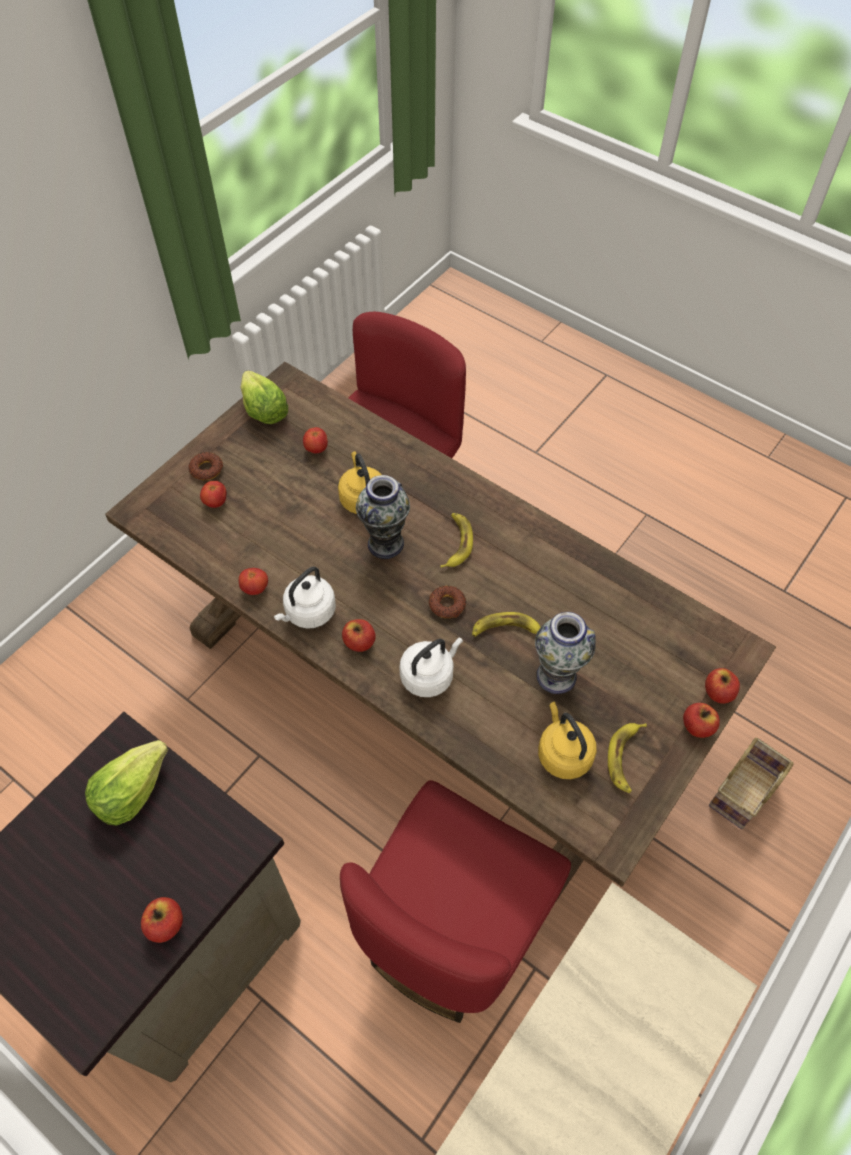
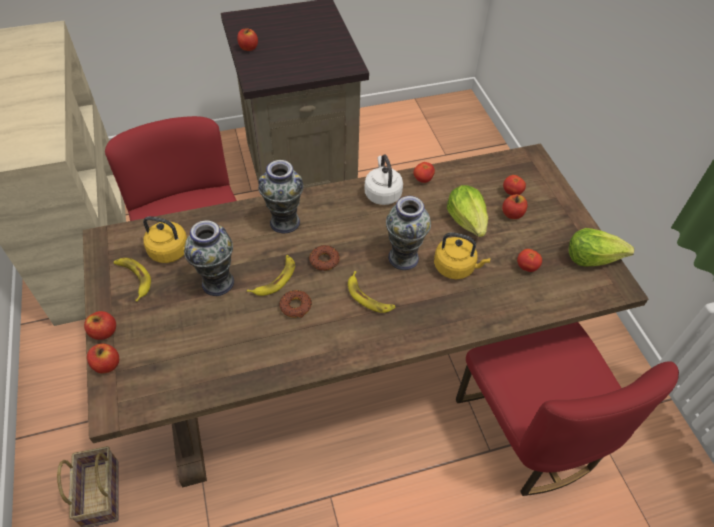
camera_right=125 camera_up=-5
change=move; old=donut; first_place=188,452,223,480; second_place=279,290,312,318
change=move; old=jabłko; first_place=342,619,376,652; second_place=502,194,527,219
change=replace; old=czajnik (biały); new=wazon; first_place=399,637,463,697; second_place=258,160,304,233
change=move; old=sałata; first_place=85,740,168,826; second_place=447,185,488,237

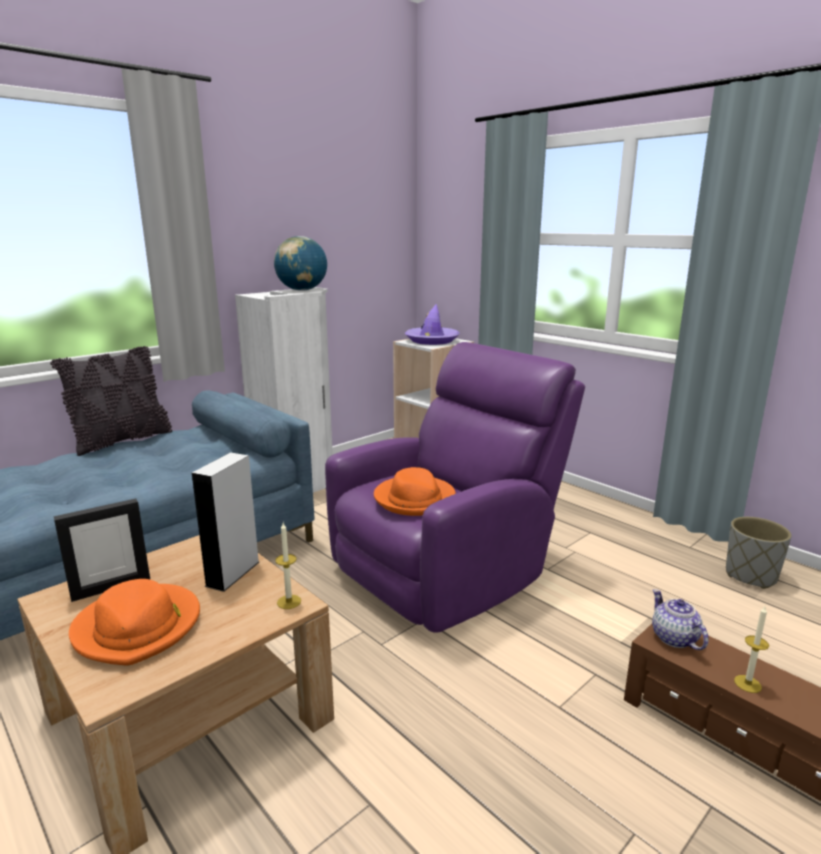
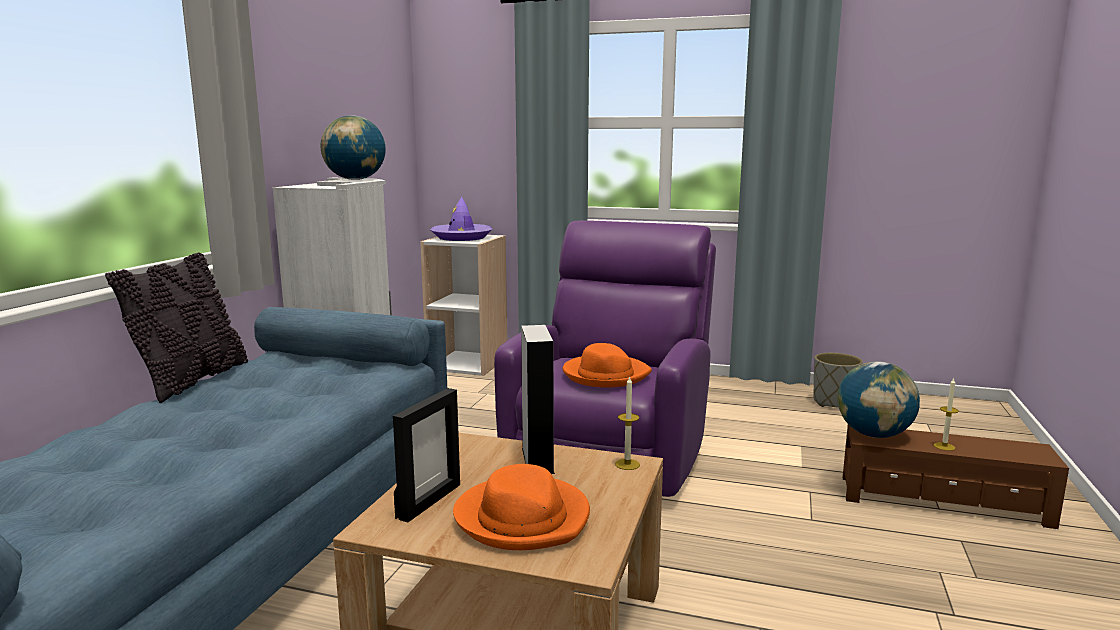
camera_right=-30 camera_up=-5
change=replace; old=imbryk; new=globus; first_place=652,589,709,650; second_place=837,361,920,438

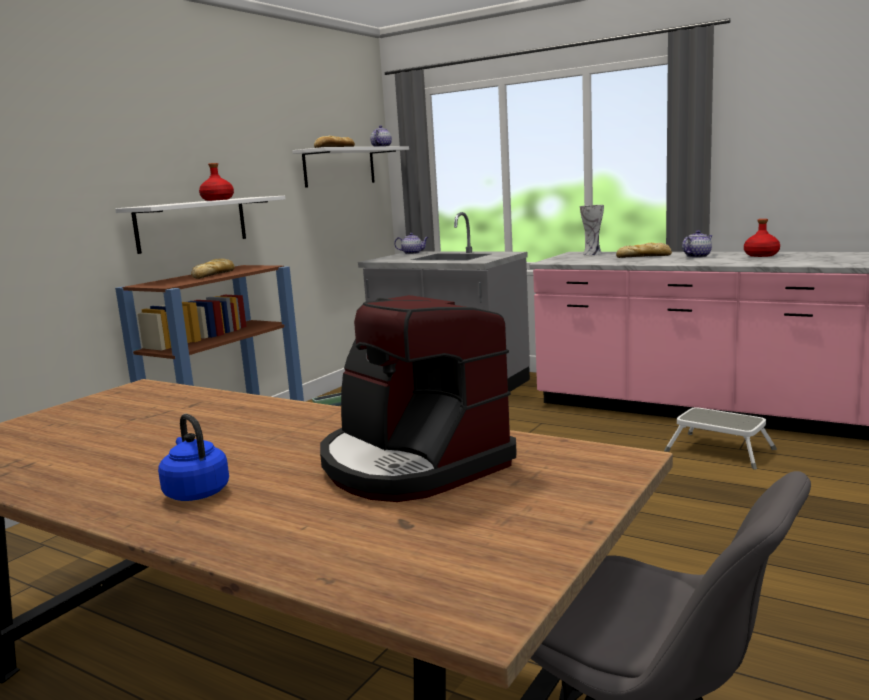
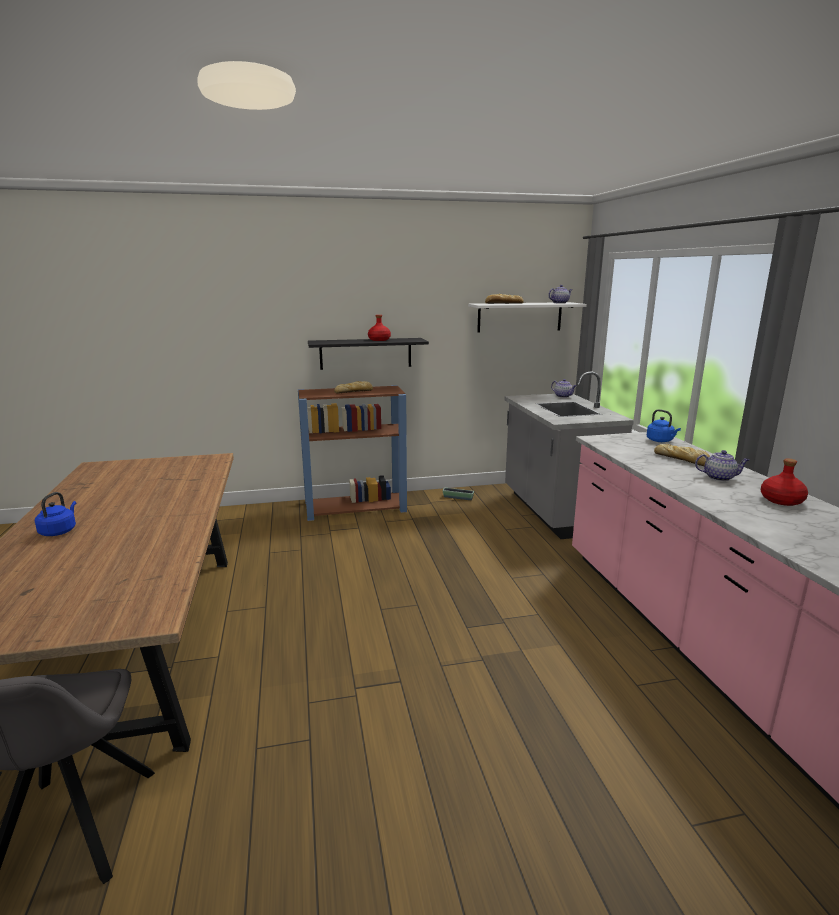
camera_right=45 camera_up=5
change=recolor; old=półka (biały); new=półka (czarny); first_place=115,196,285,254; second_place=308,338,429,370
change=replace; old=wazon; new=czajnik (niebieski); first_place=580,205,604,255; second_place=647,409,681,442
change=delete; old=ekspres do kawy; first_place=320,295,516,502
change=delete; old=drabinka (szary); first_place=664,407,777,469

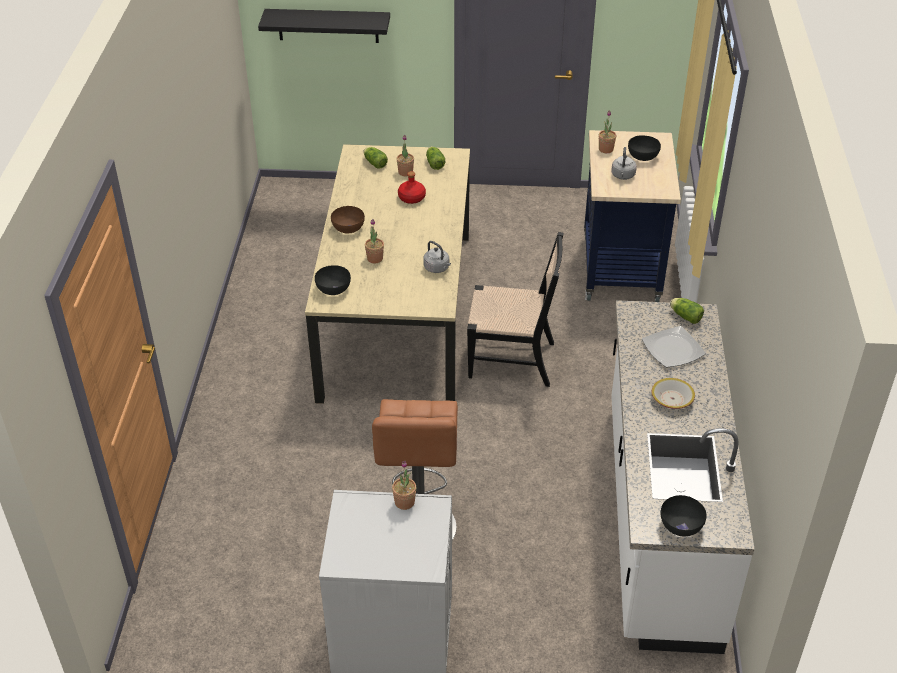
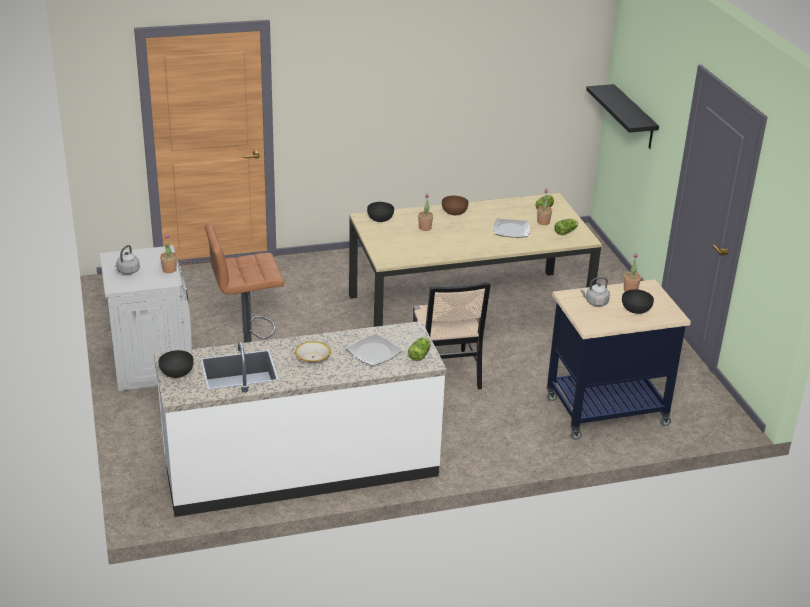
camera_right=70 camera_up=-10
change=replace; old=butelka (czerwony); new=talerz; first_place=398,171,426,204; second_place=494,219,530,238
change=move; old=czajnik (szary); first_place=423,241,451,273; second_place=115,245,140,274

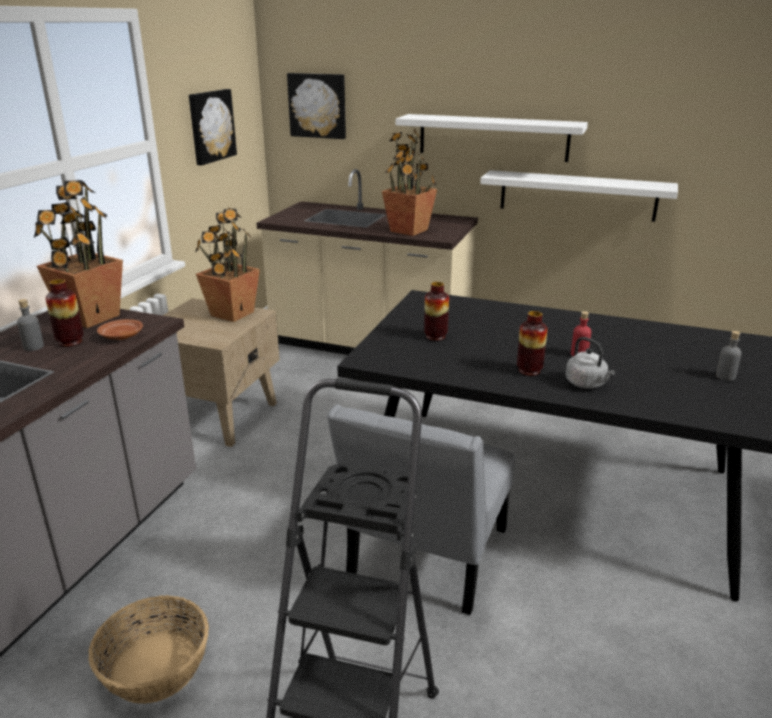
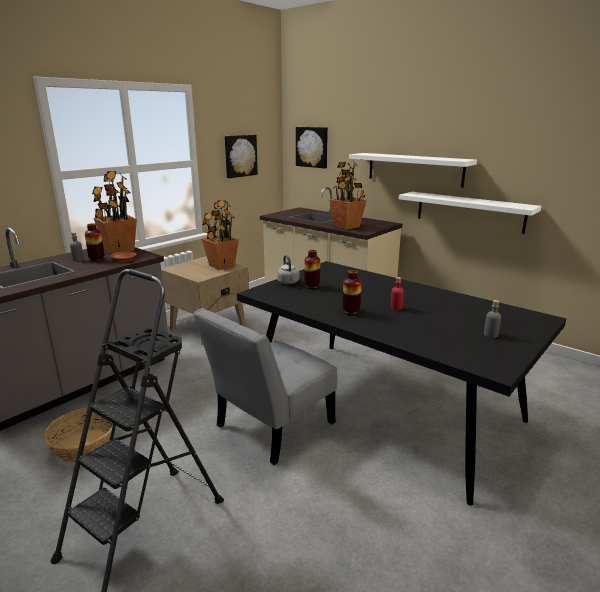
camera_right=20 camera_up=-5
change=move; old=czajnik (szary); first_place=566,337,615,389; second_place=277,255,299,284

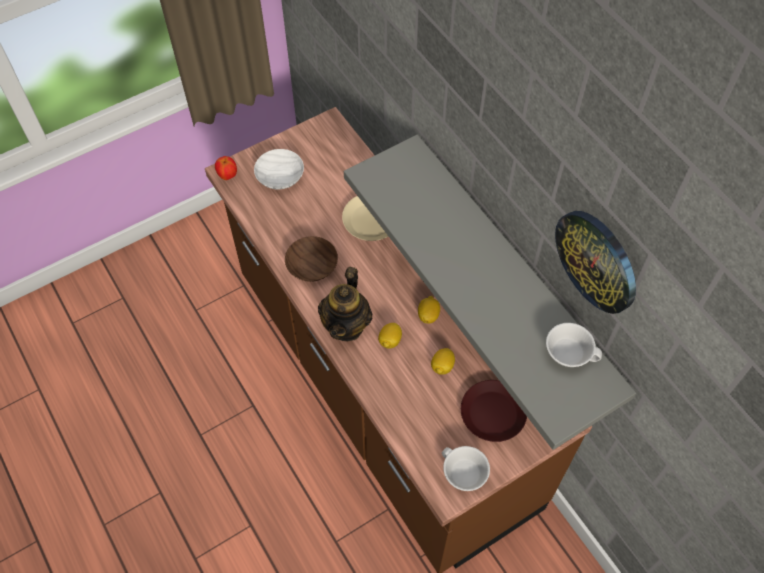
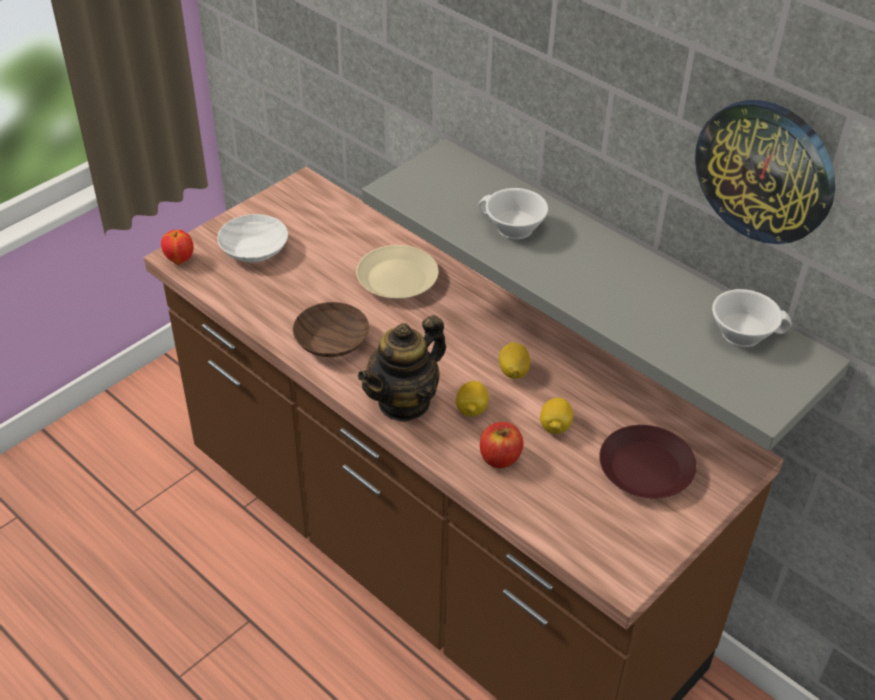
camera_right=-15 camera_up=-15
change=rotate; old=imbryk; first_place=318,267,373,341; second_place=358,315,446,422; degrees=45
change=move; old=filiżanka (biały); first_place=442,446,490,491; second_place=479,188,548,239
change=insert; new=jabłko; second_place=480,422,523,468

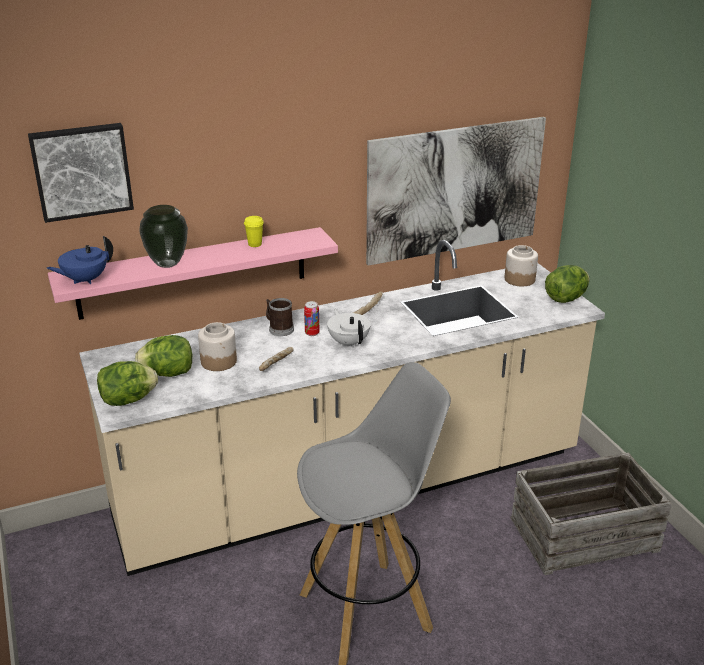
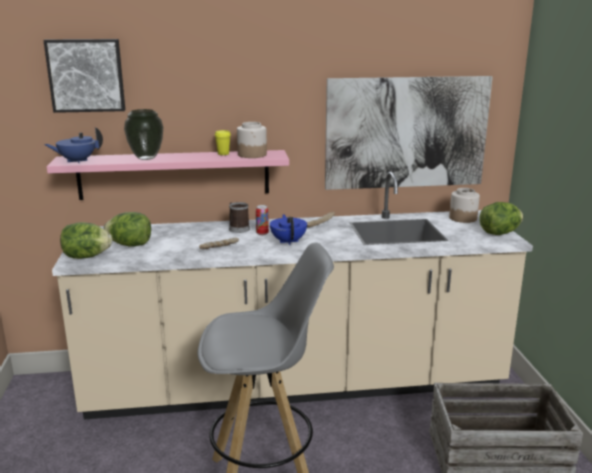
camera_right=15 camera_up=-10
change=recolor; old=imbryk (biały); new=imbryk (niebieski); first_place=327,309,371,348; second_place=270,214,307,245
change=move; old=słoik; first_place=198,322,237,371; second_place=237,122,267,158

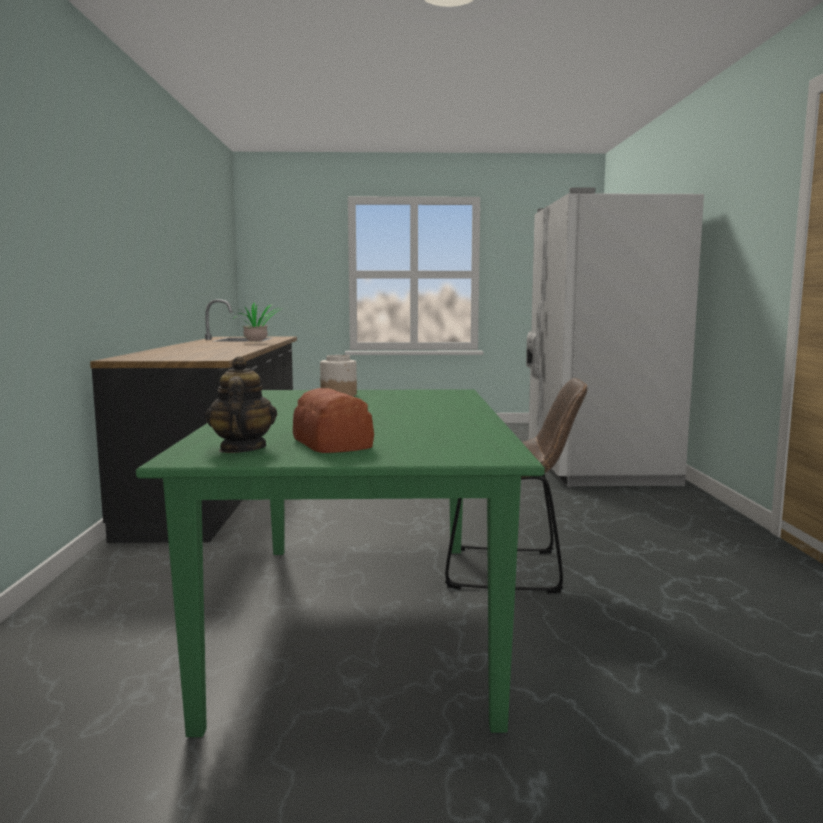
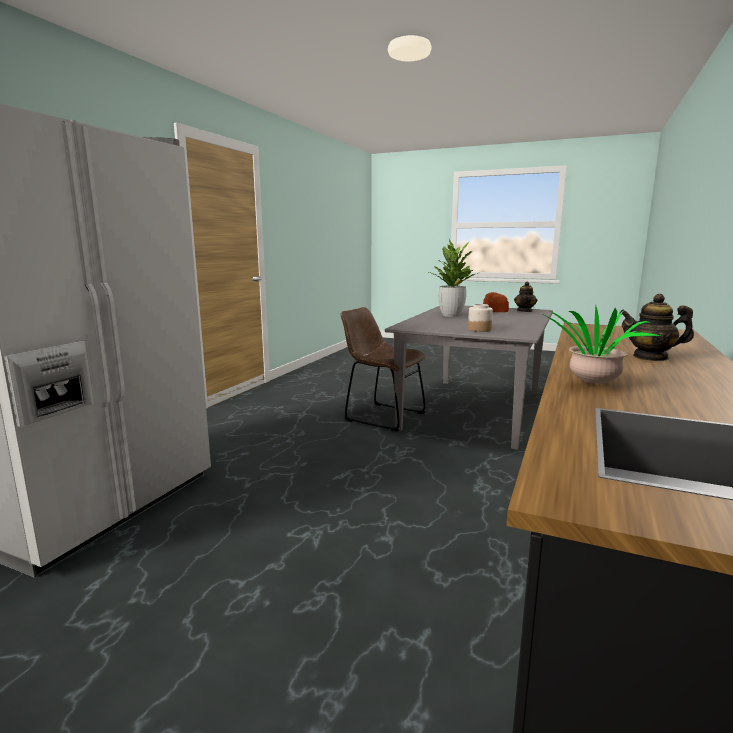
camera_right=-155 camera_up=5
change=recolor; old=stół jadalny (zielony); new=stół jadalny (szary); first_place=136,389,545,737; second_place=385,306,553,450
change=insert; new=roślina doniczkowa; second_place=429,239,480,317
change=insert; new=imbryk; second_place=619,294,694,361

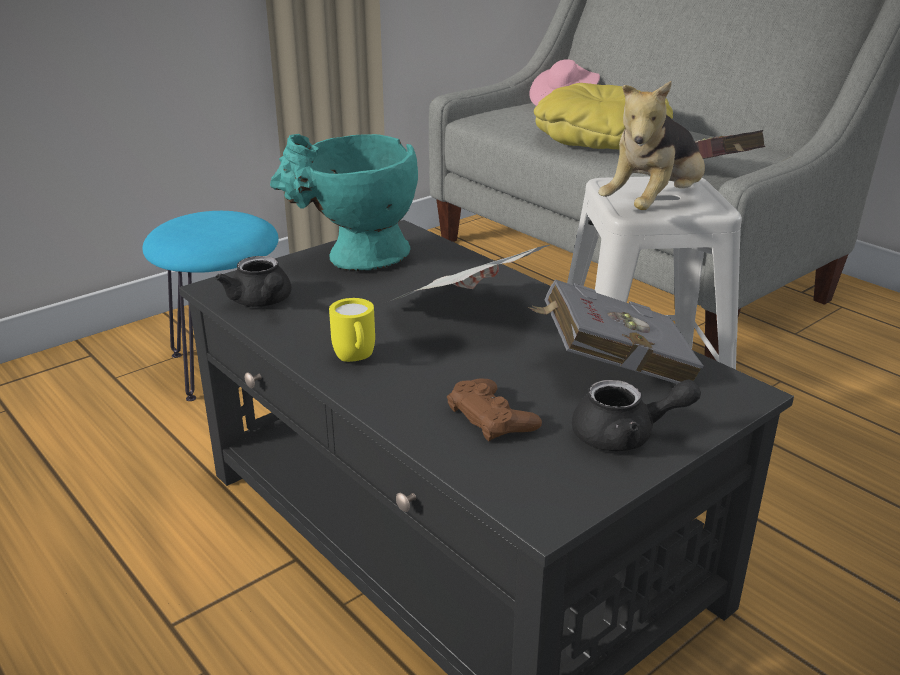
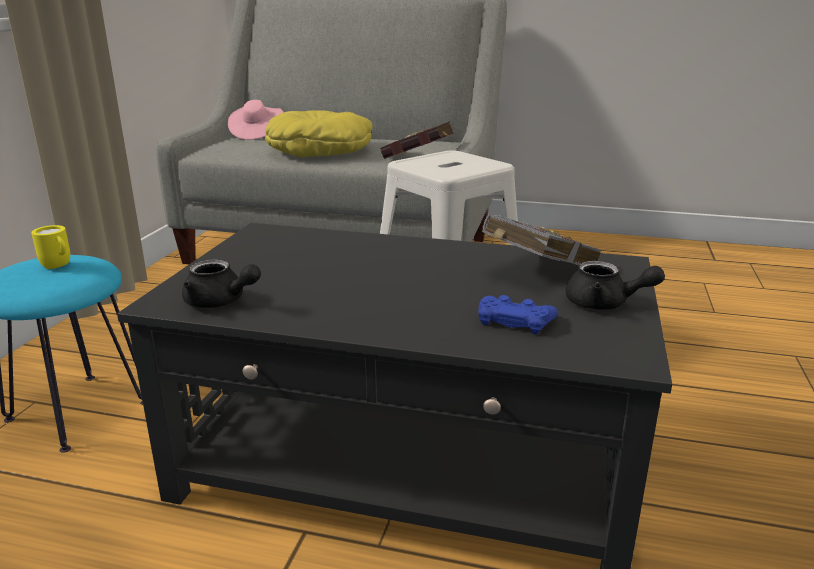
camera_right=-35 camera_up=-5
change=delete; old=pluszak; first_place=598,80,705,210
change=delete; old=wazon (turkusowy); first_place=270,134,418,271
change=delete; old=gazeta; first_place=387,245,550,302
change=move; old=kubek (żółty); first_place=329,298,375,362; second_place=31,225,70,269
change=recolor; old=pad do gier (brązowy); new=pad do gier (niebieski); first_place=447,379,542,441; second_place=478,295,558,335
change=rotate; old=imbryk (czarny); first_place=572,379,701,451; second_place=566,261,665,310; degrees=60

